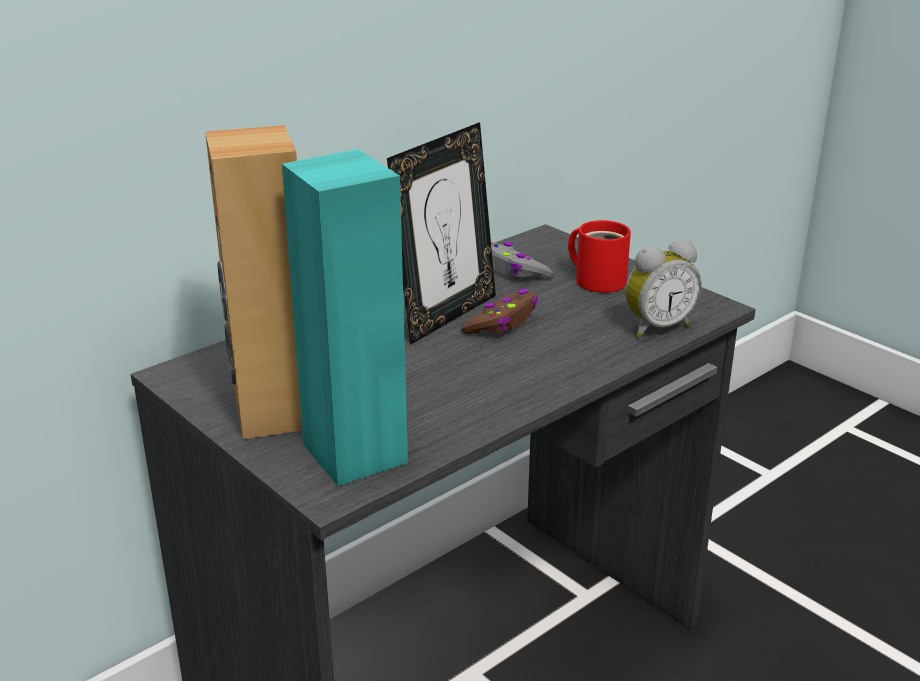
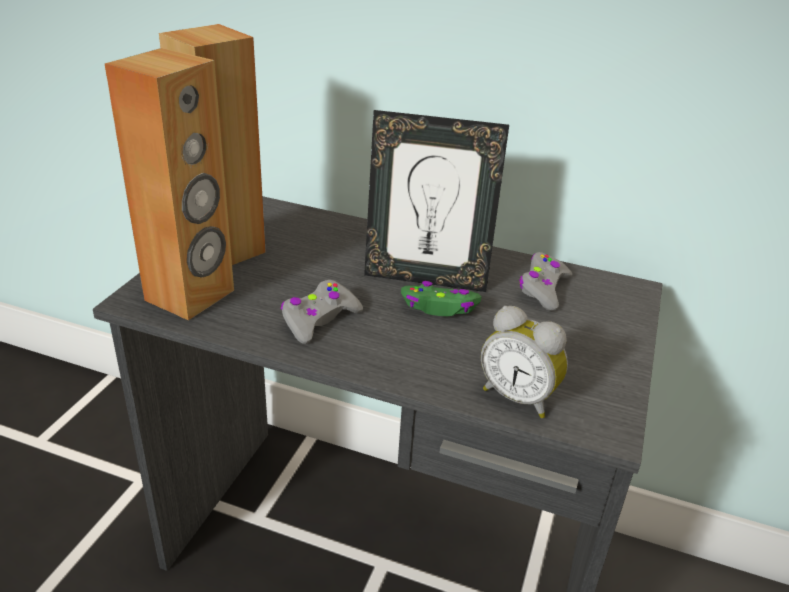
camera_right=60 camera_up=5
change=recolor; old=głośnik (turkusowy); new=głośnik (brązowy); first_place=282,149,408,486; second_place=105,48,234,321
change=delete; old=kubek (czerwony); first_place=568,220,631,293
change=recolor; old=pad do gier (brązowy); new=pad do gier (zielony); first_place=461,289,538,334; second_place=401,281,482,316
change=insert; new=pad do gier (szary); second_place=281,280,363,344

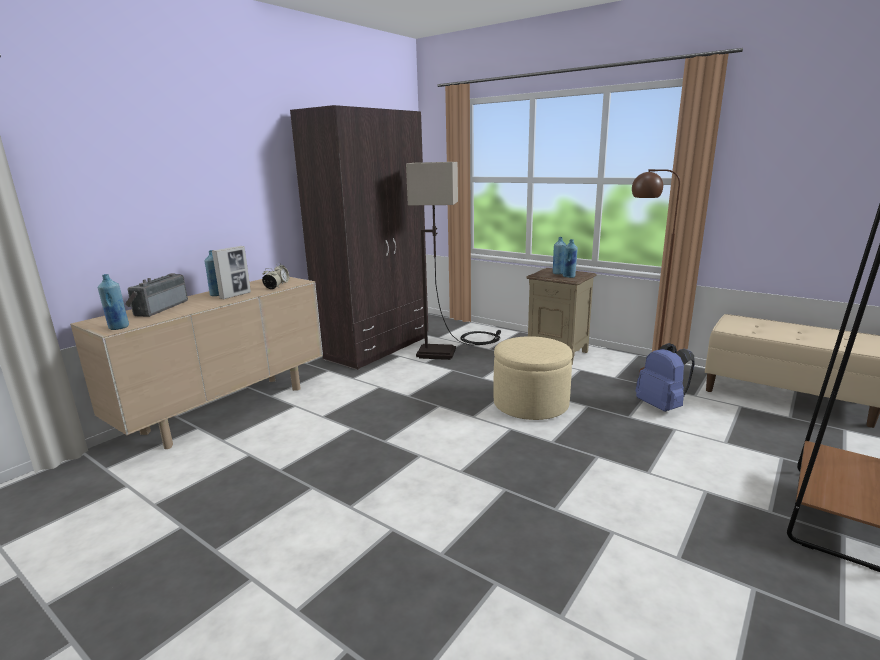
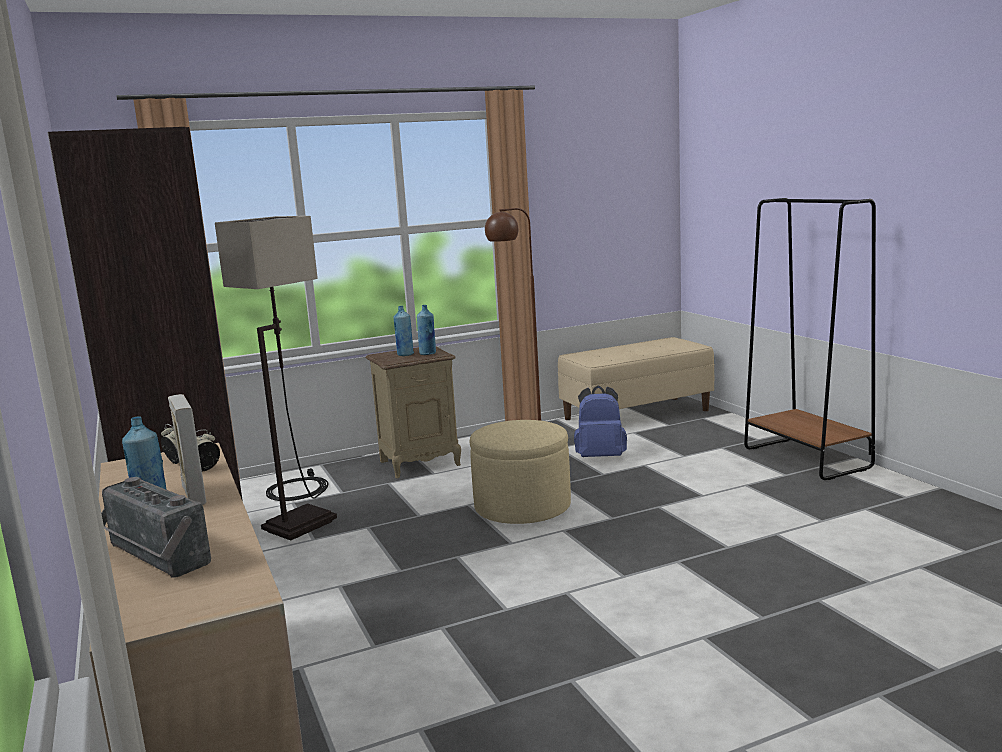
camera_right=-60 camera_up=-5
change=delete; old=butelka (niebieski); first_place=98,274,129,330

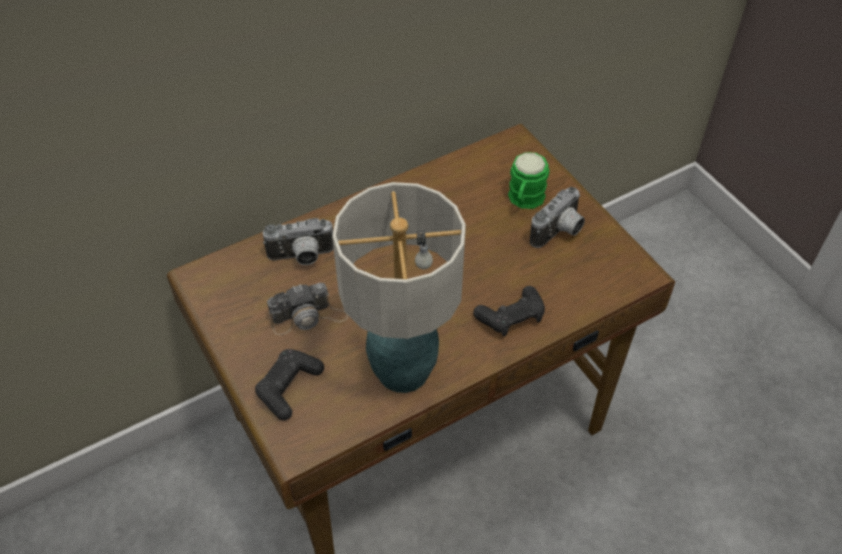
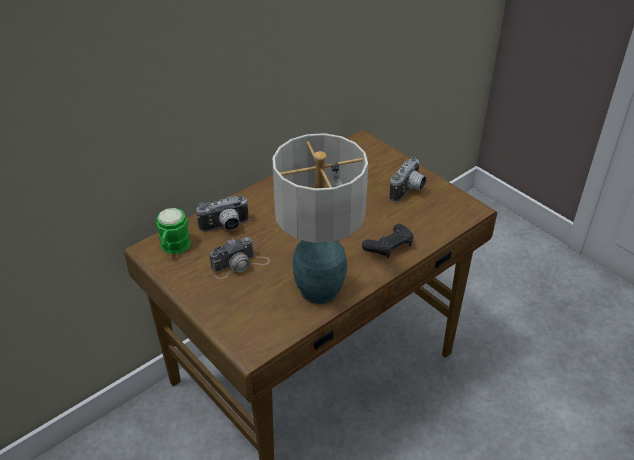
camera_right=-10 camera_up=-10
change=move; old=kubek (zielony); first_place=508,152,549,209; second_place=156,208,191,254
change=delete; old=pad do gier (czarny); first_place=255,349,324,420

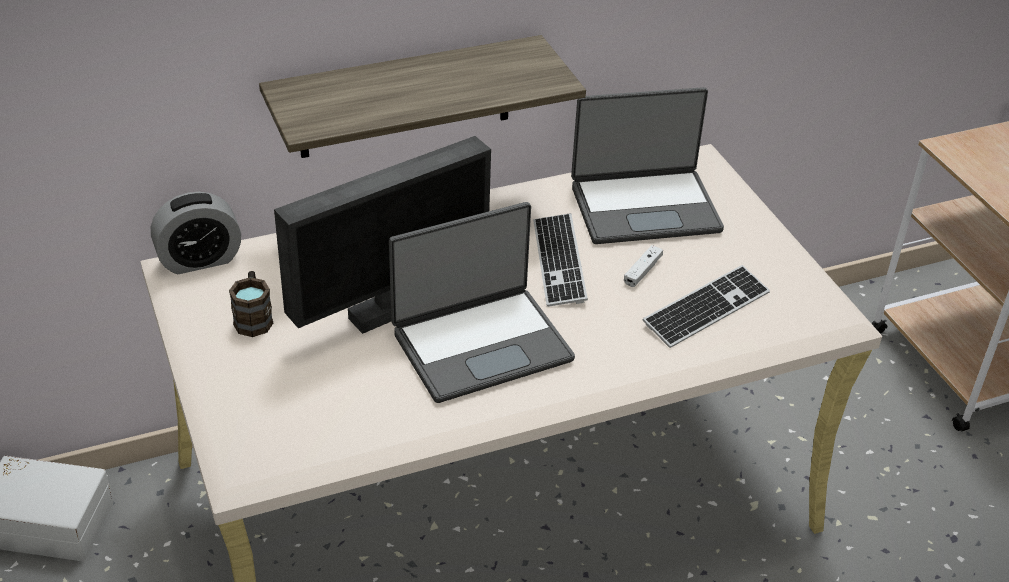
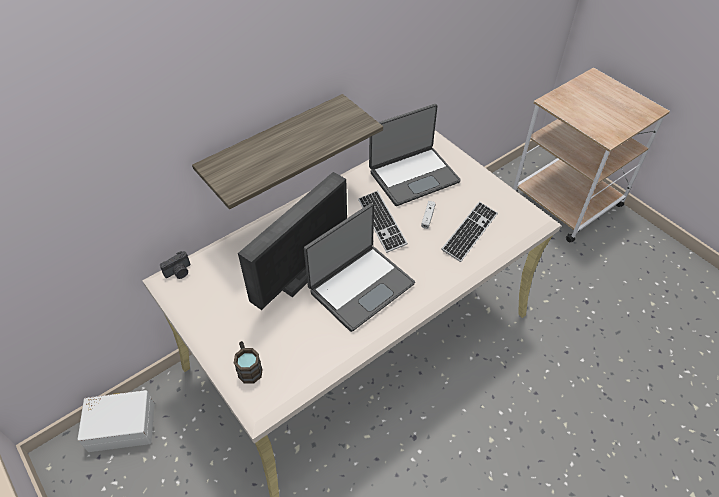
camera_right=-15 camera_up=10
change=replace; old=budzik; new=aparat fotograficzny; first_place=151,192,241,274; second_place=160,251,190,279
change=move; old=kubek (brązowy); first_place=229,271,273,337; second_place=234,341,263,384

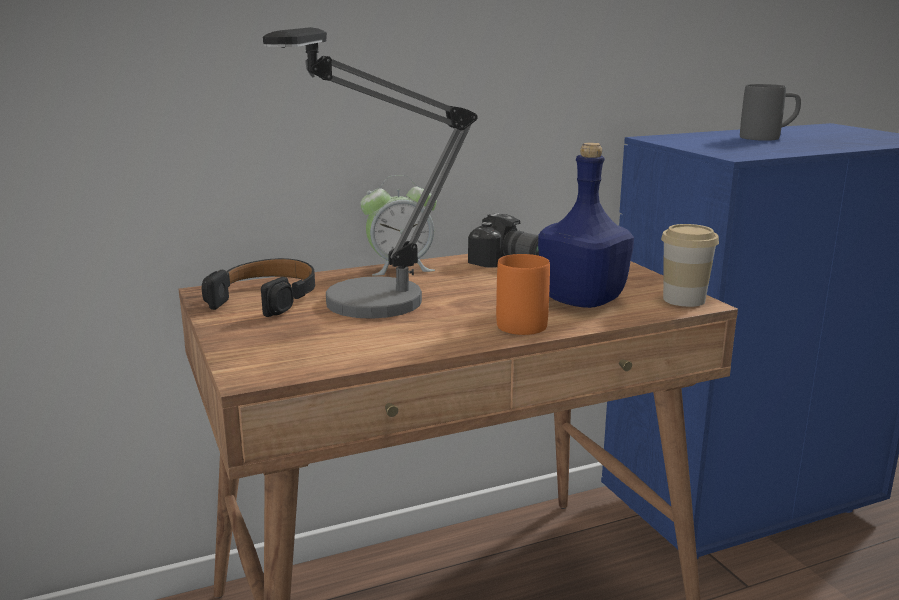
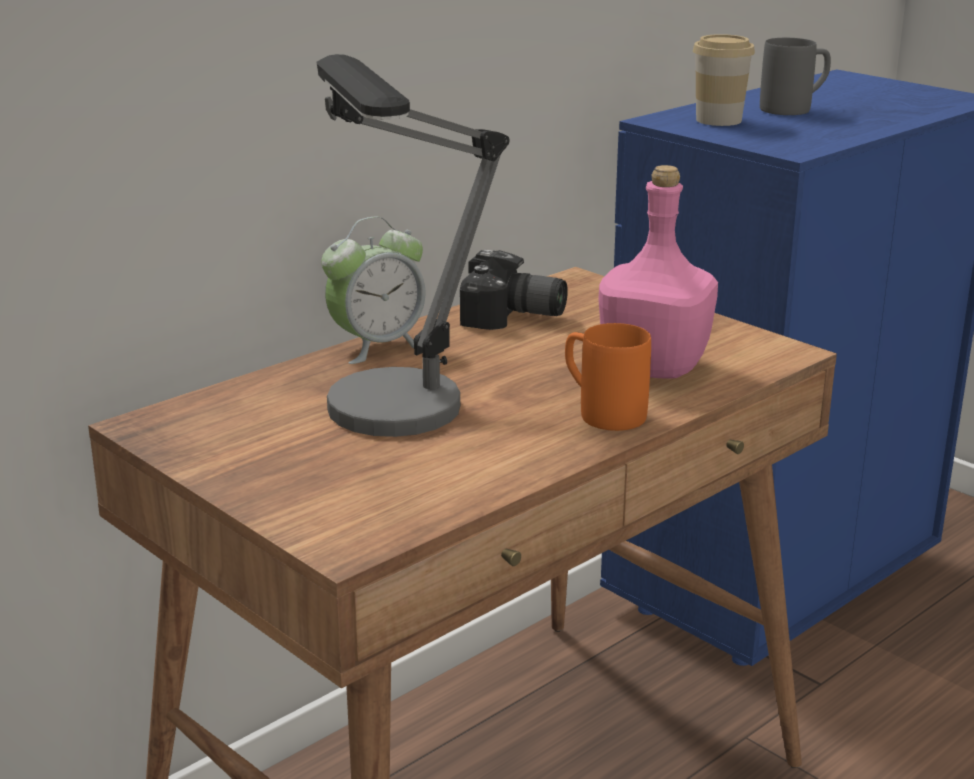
camera_right=-20 camera_up=5
change=recolor; old=butelka (niebieski); new=butelka (różowy); first_place=538,142,634,308; second_place=598,165,718,379
change=move; old=filiżanka; first_place=661,224,719,307; second_place=693,34,755,126
change=delete; old=słuchawki (czarny); first_place=202,258,315,317

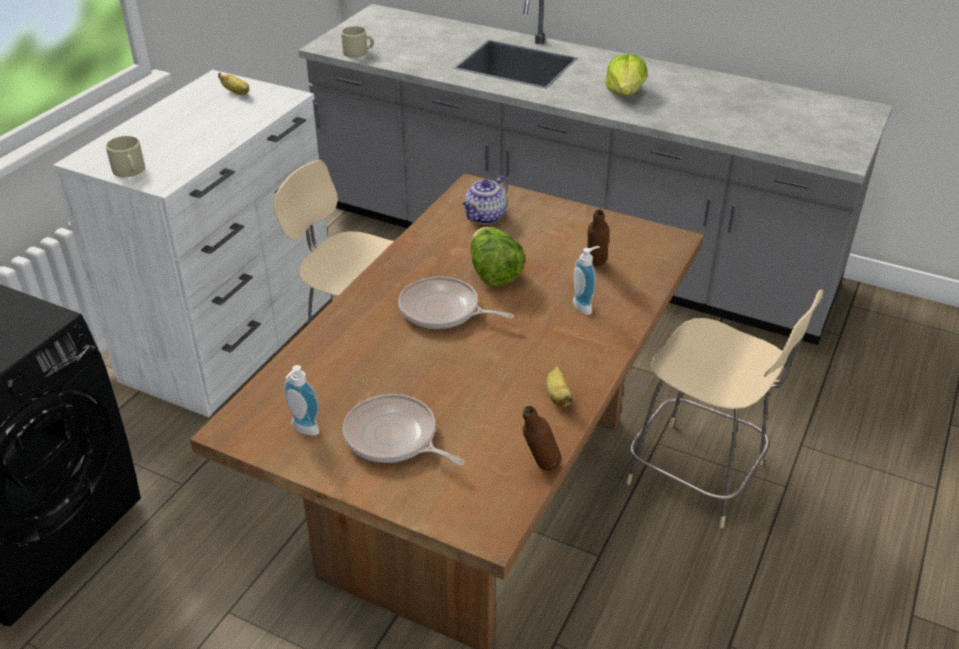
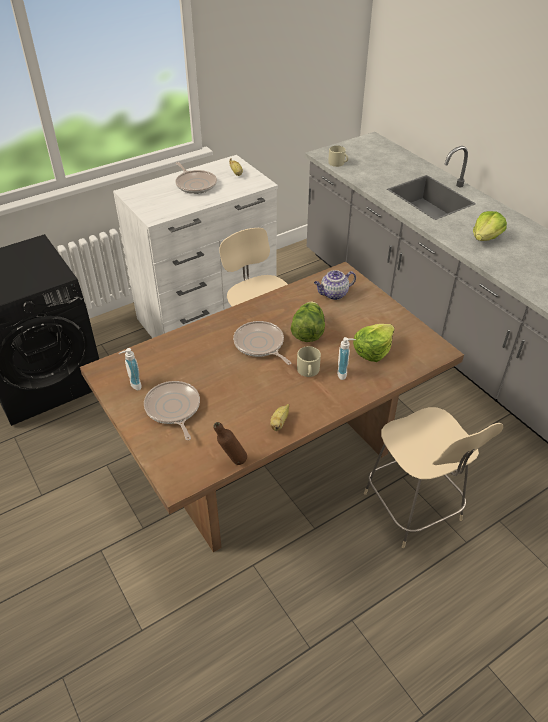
camera_right=30 camera_up=5
change=move; old=kubek (beżowy); first_place=106,136,145,177; second_place=297,346,321,377
change=replace; old=butelka (brązowy); new=sałata; first_place=587,209,609,266; second_place=353,324,395,362
change=insert; new=patelnia; second_place=175,162,217,194

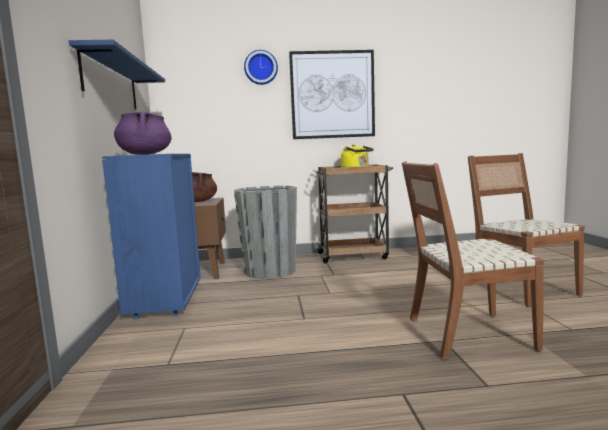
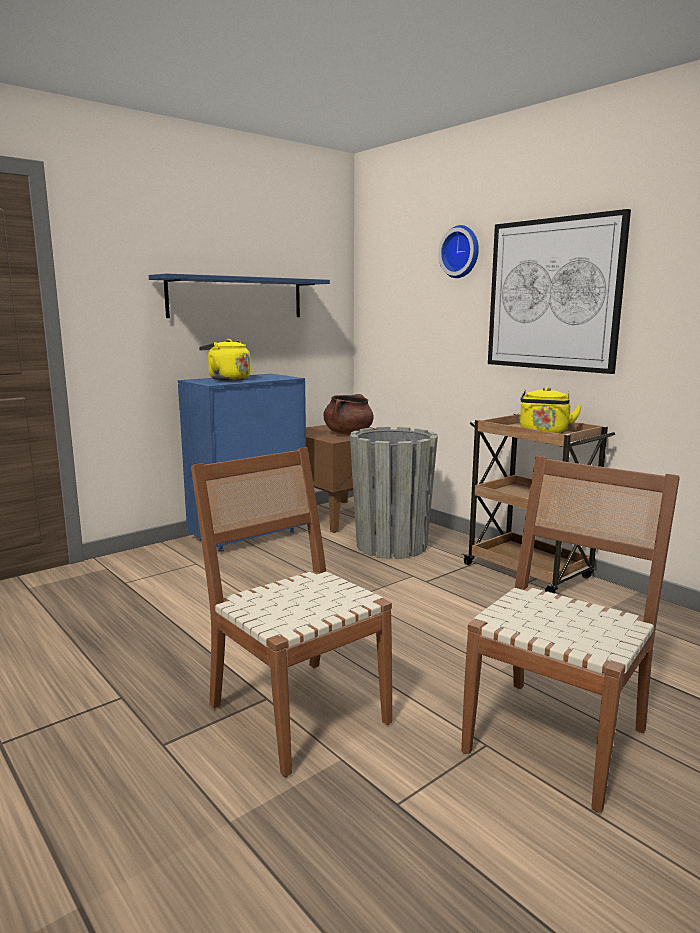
camera_right=55 camera_up=5
change=replace; old=garnek (fioletowy); new=czajnik (żółty); first_place=114,112,171,155; second_place=199,339,251,381

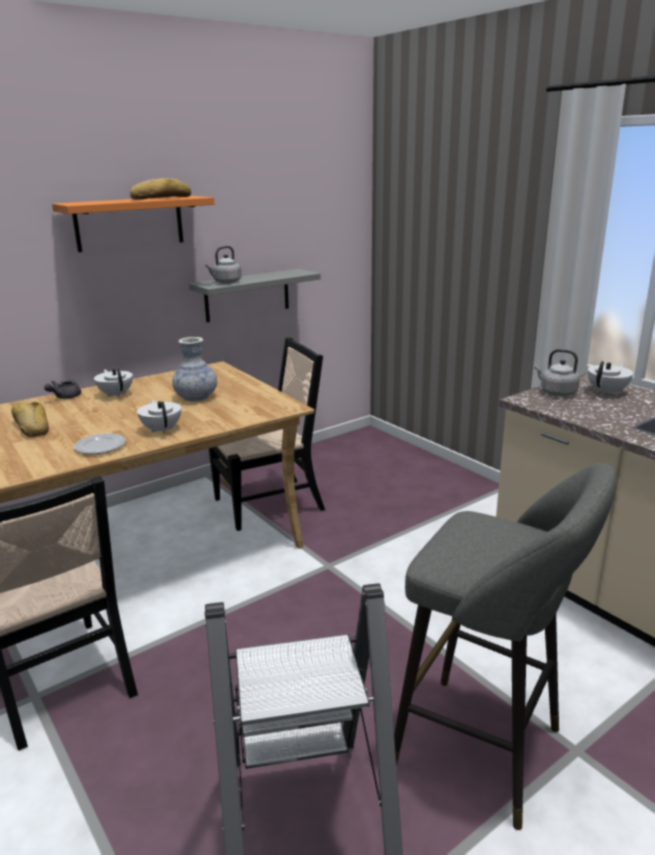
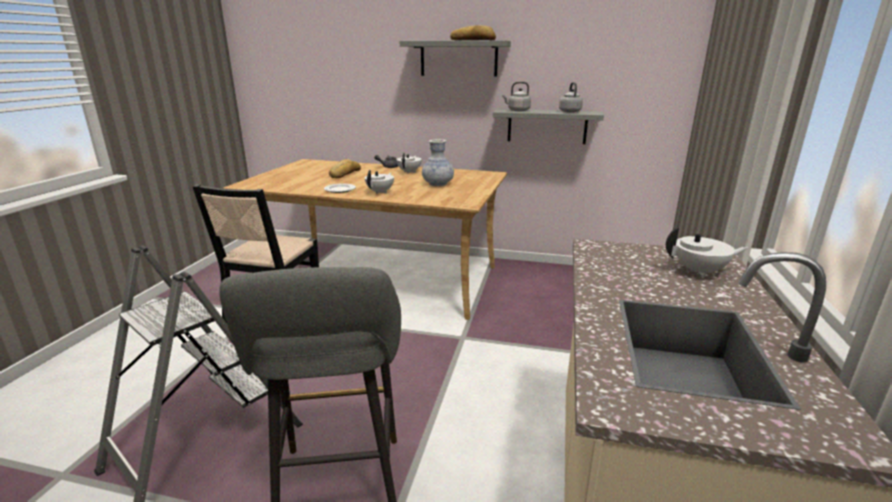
camera_right=50 camera_up=0
change=recolor; old=półka (pomarańczowy); new=półka (szary); first_place=52,196,214,252; second_place=400,40,511,77
change=delete; old=krzesło; first_place=209,337,325,531
change=move; old=czajnik (szary); first_place=534,349,580,396; second_place=559,82,583,113

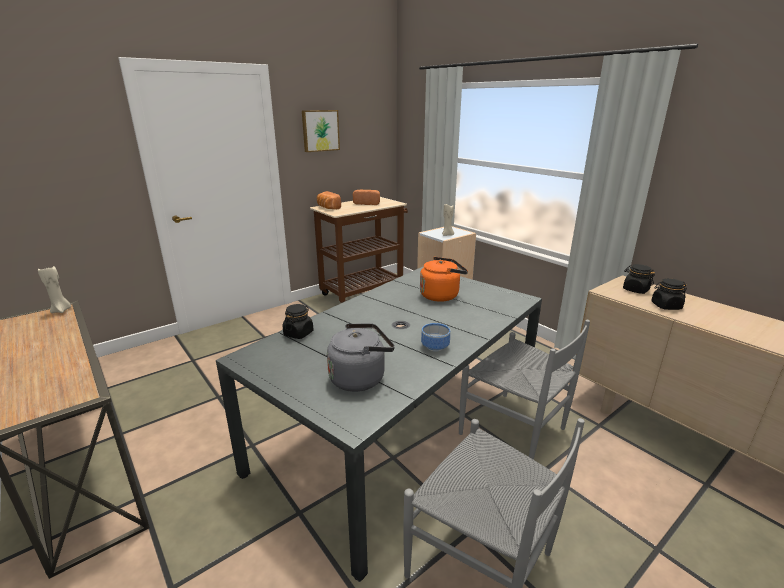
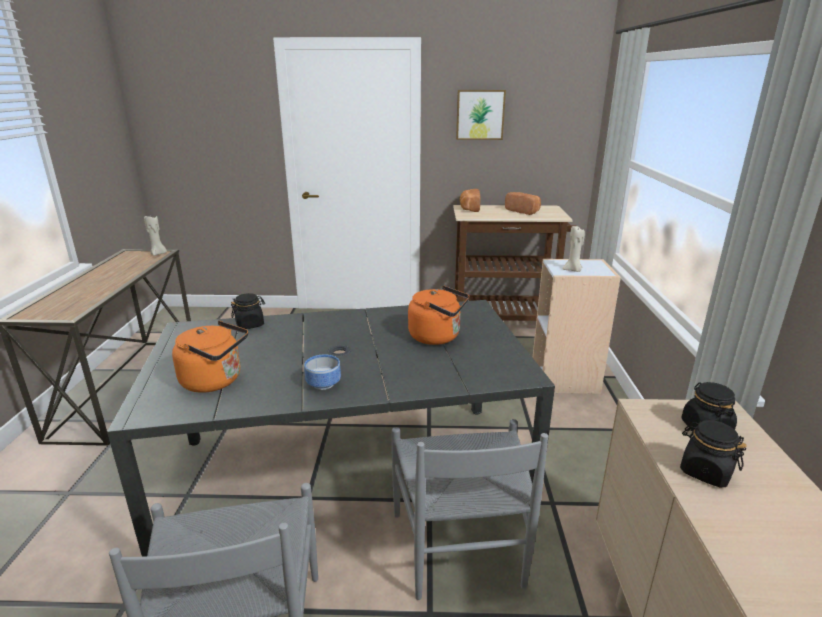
camera_right=40 camera_up=0
change=recolor; old=czajnik (szary); new=czajnik (pomarańczowy); first_place=327,323,395,392; second_place=172,321,248,393

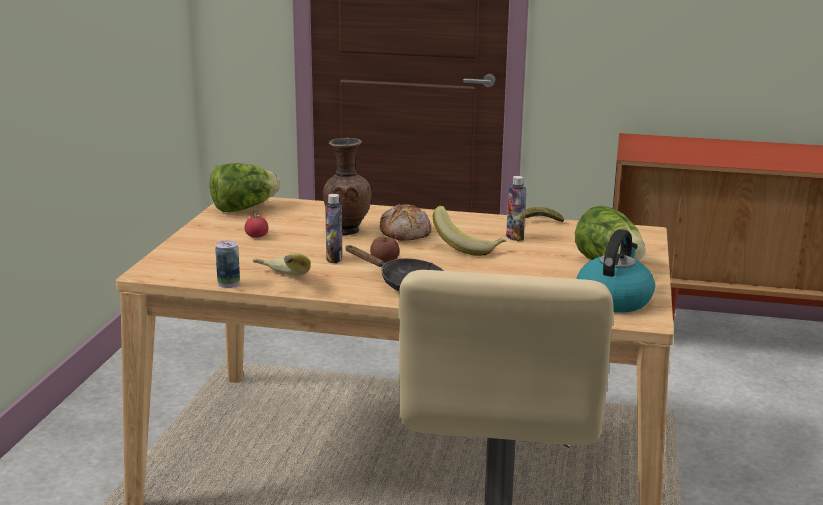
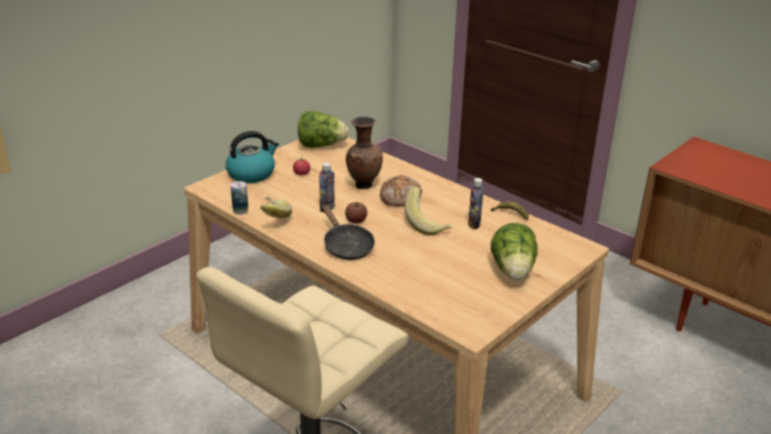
camera_right=30 camera_up=10
change=move; old=czajnik; first_place=577,229,655,313; second_place=226,131,279,183

